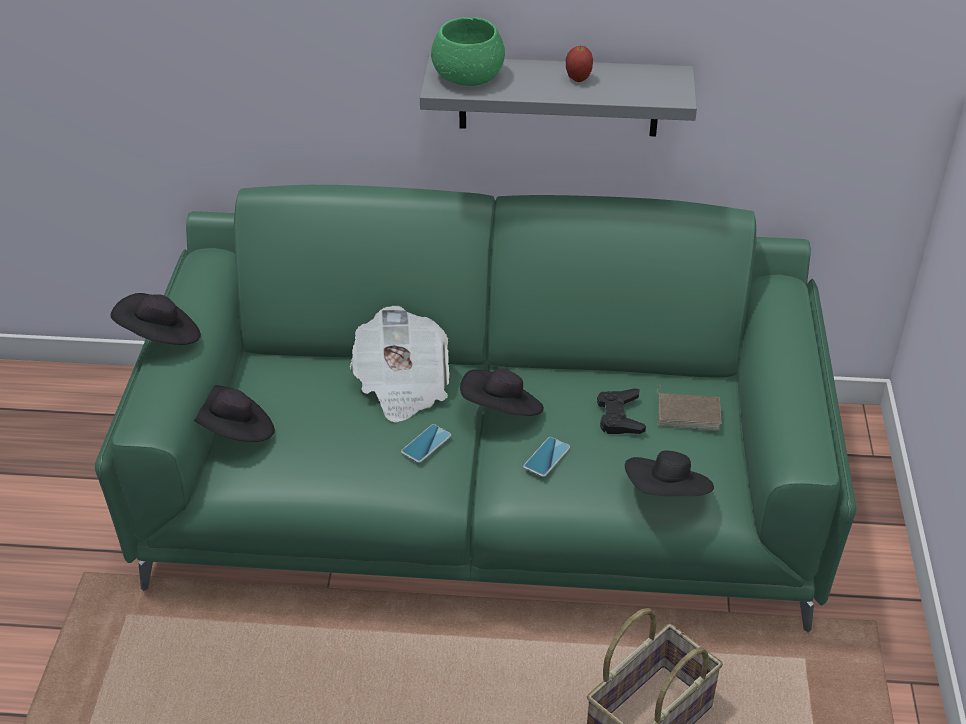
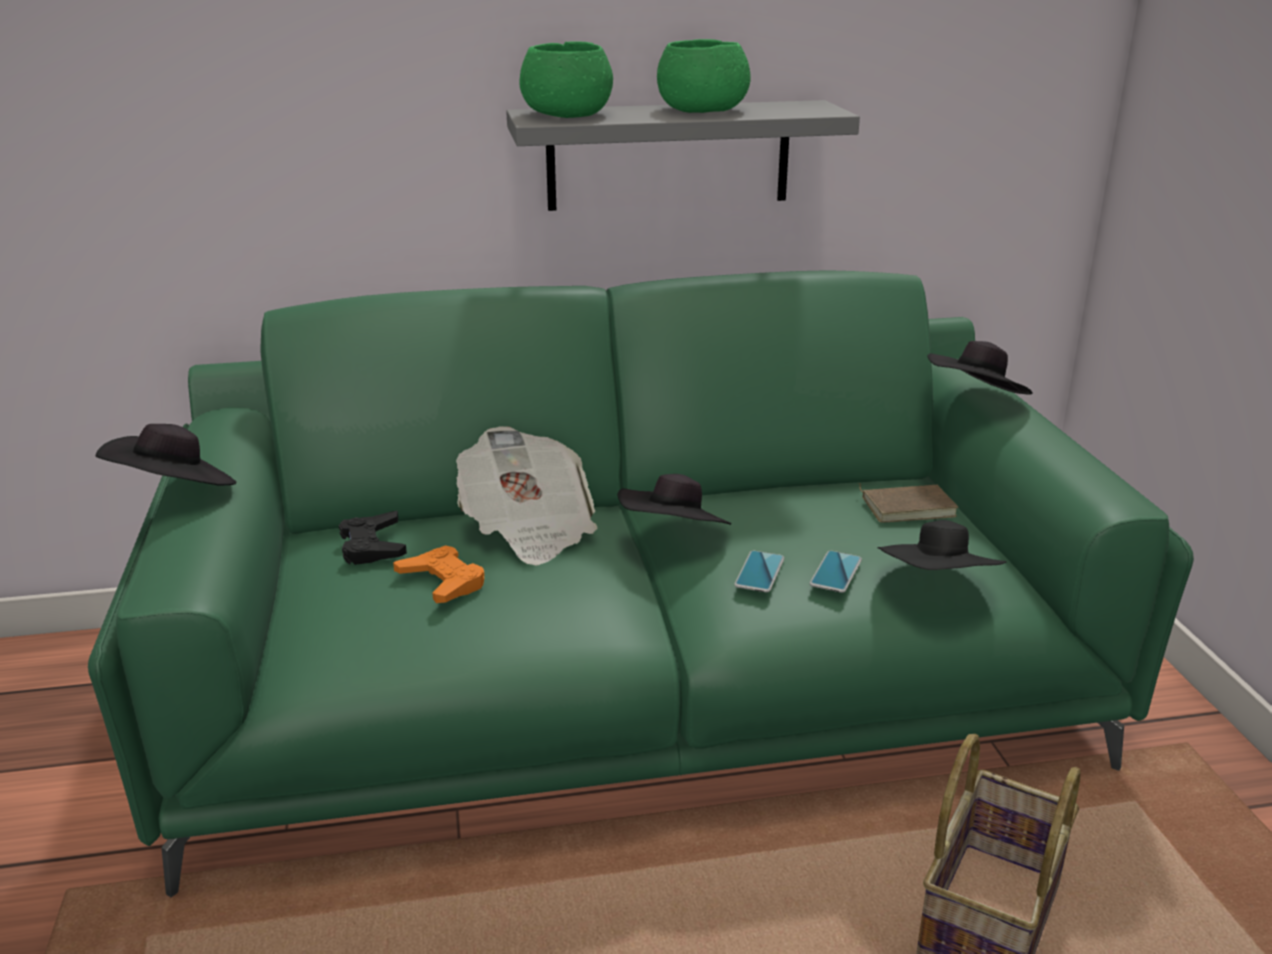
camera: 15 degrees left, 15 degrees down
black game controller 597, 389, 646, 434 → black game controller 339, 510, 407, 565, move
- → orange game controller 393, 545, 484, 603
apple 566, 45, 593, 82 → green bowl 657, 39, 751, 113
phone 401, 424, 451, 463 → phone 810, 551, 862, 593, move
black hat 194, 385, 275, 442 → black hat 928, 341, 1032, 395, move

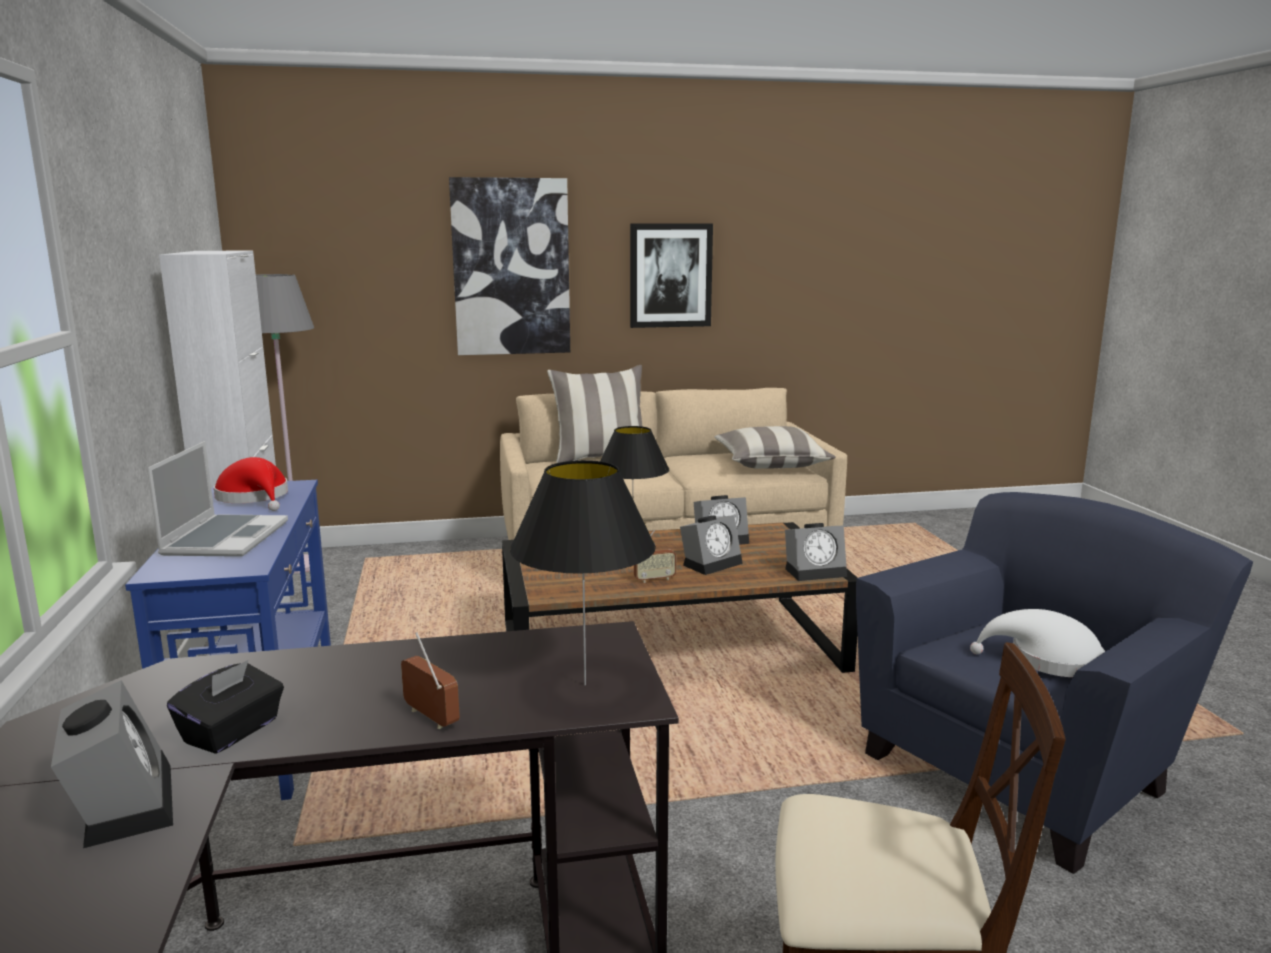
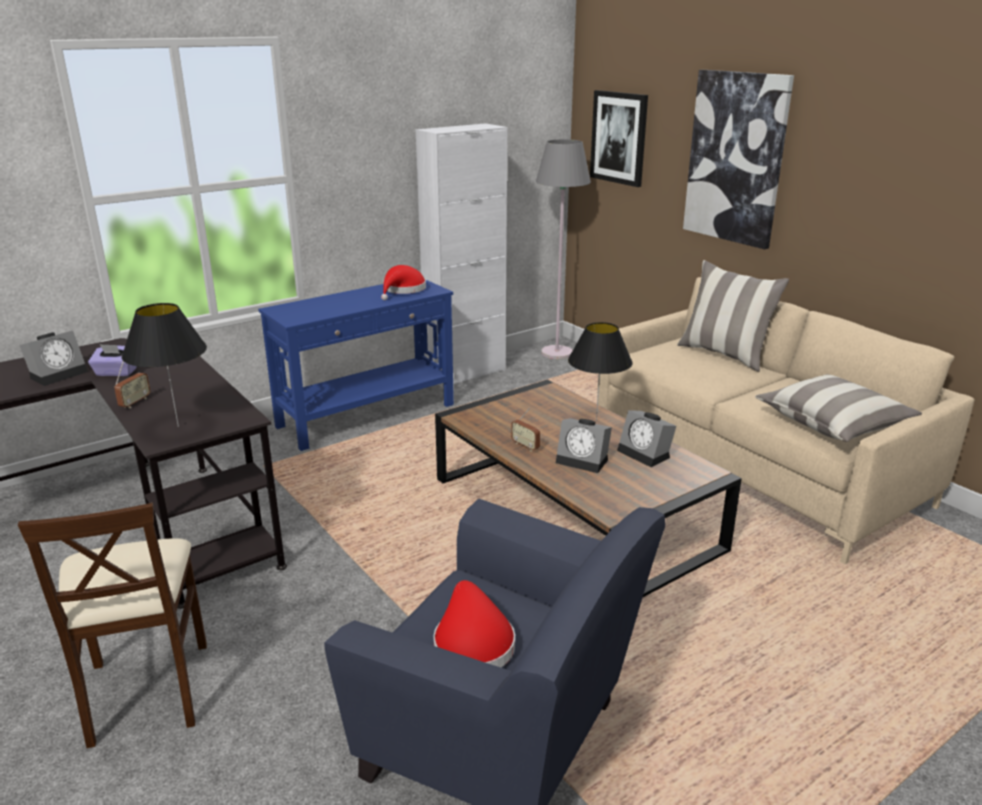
camera: 65 degrees right, 10 degrees up
black tissue box 167, 660, 284, 754 → purple tissue box 88, 344, 137, 376
white hat 970, 609, 1105, 677 → red hat 434, 580, 515, 667
picture 630, 224, 713, 328 → picture 590, 90, 648, 187, move
laptop 147, 441, 288, 557 → -
alarm clock 785, 523, 847, 581 → -

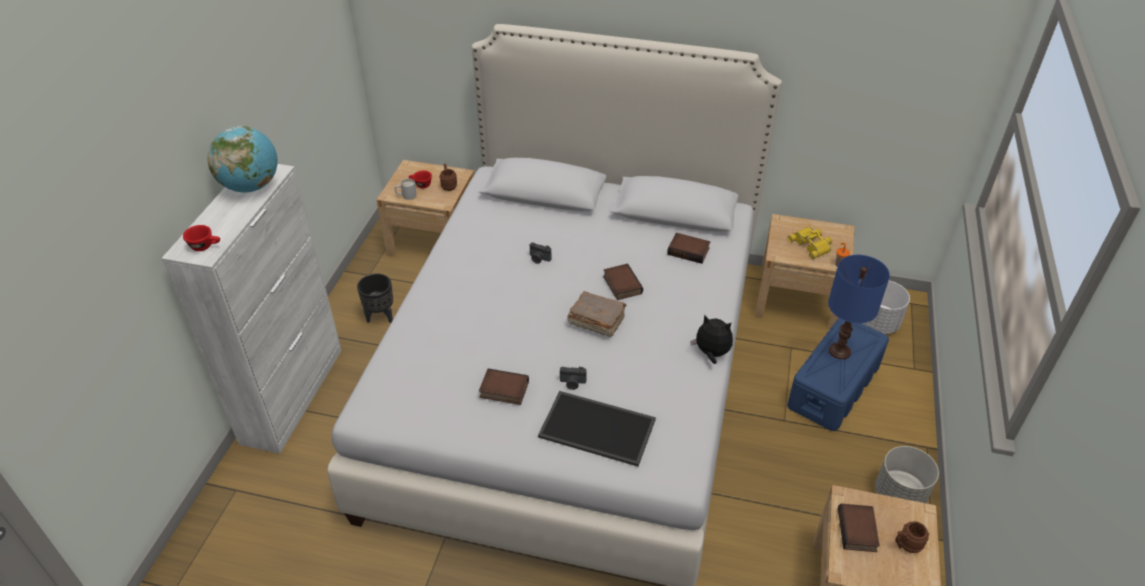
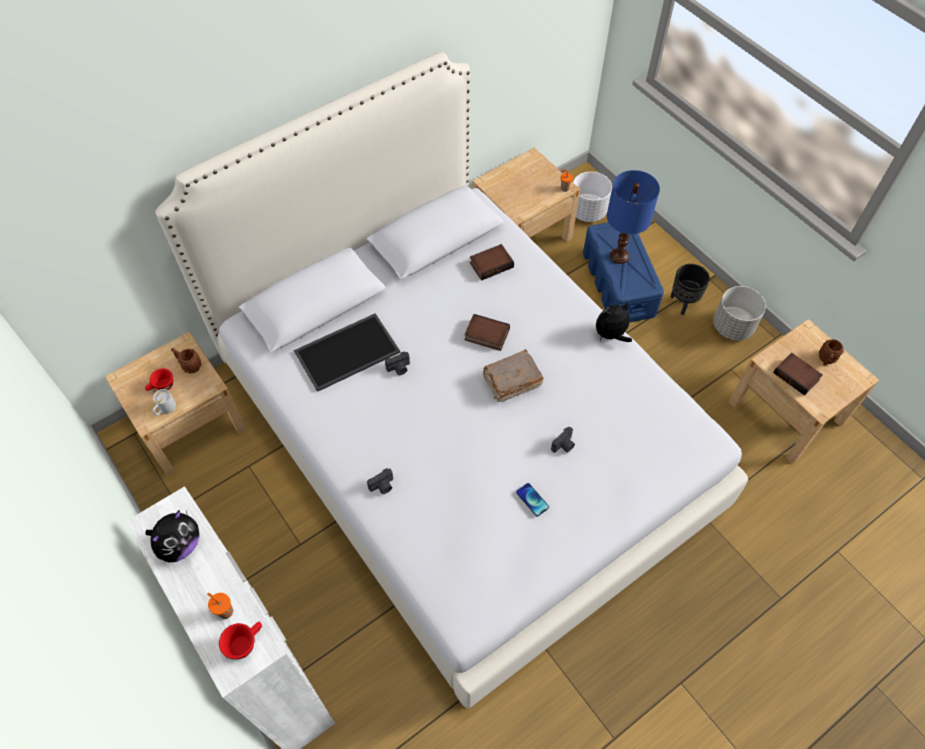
camera: 50 degrees left, 15 degrees up
globe 207, 126, 278, 192 → plush toy 145, 510, 200, 563
- → orange cup 207, 593, 233, 619
tray 538, 391, 656, 467 → tray 294, 313, 400, 392, move
- → photo camera 367, 468, 393, 494
book 479, 368, 529, 405 → phone 516, 483, 549, 517
black planter 357, 273, 393, 323 → black planter 671, 264, 710, 315, move
yellow binoculars 788, 227, 832, 259 → -

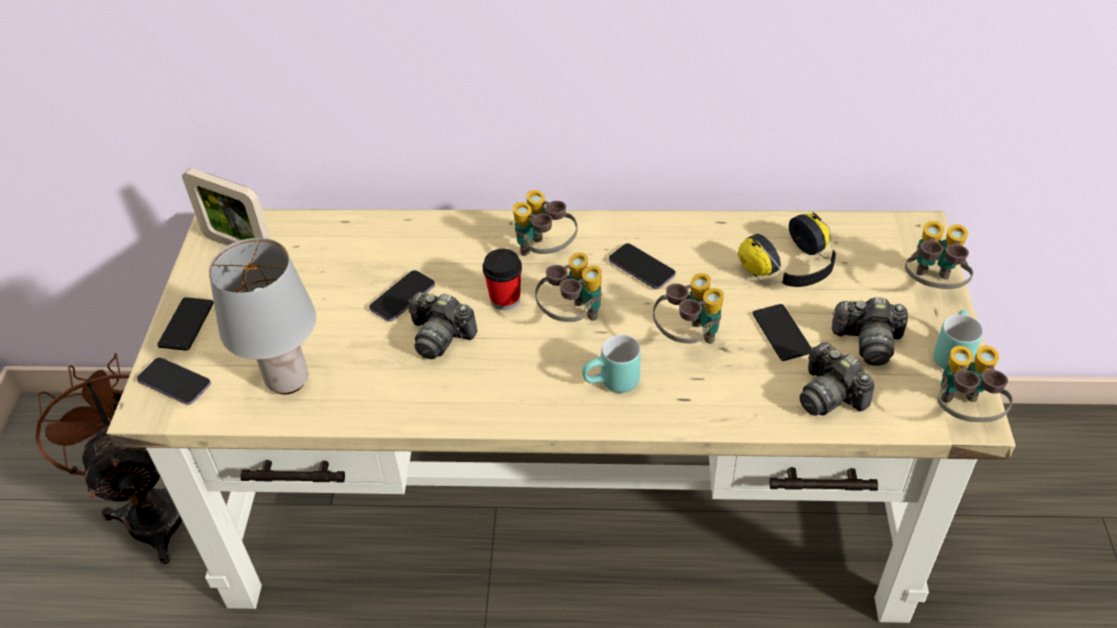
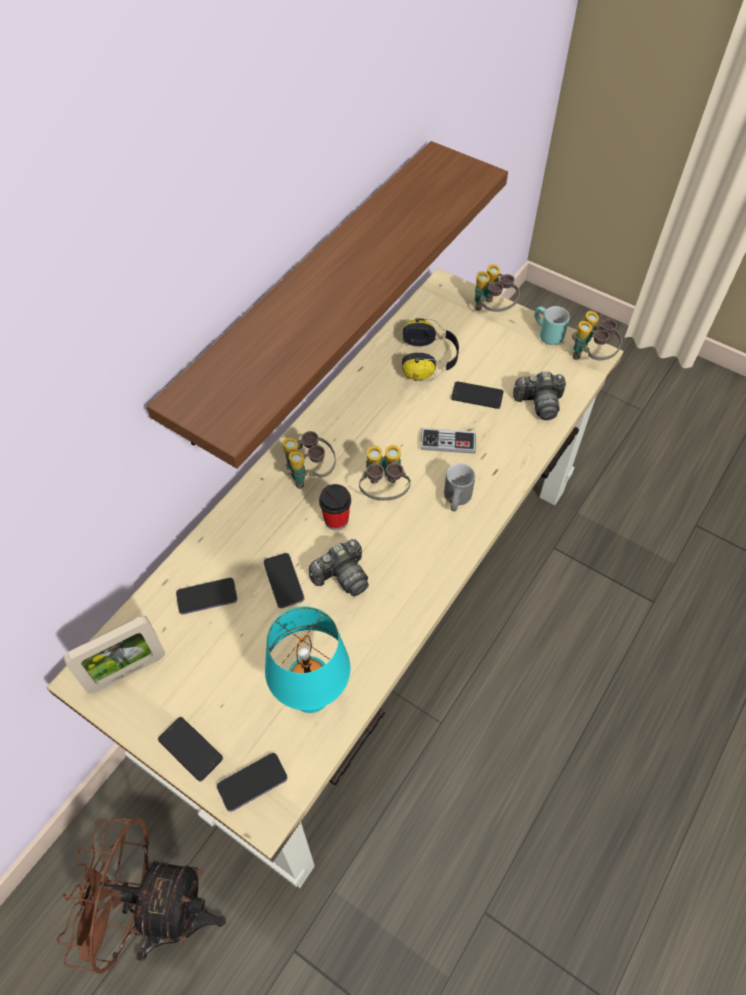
camera: 60 degrees left, 10 degrees up
- → shelf 146, 141, 508, 469
phone 609, 243, 676, 289 → phone 176, 578, 237, 615, move
grey table lamp 208, 238, 316, 394 → turquoise table lamp 265, 607, 350, 713
binoculars 653, 273, 724, 344 → game controller 420, 428, 476, 454
turquoise mug 582, 335, 641, 393 → grey mug 444, 463, 475, 511
photo camera 832, 297, 908, 366 → -

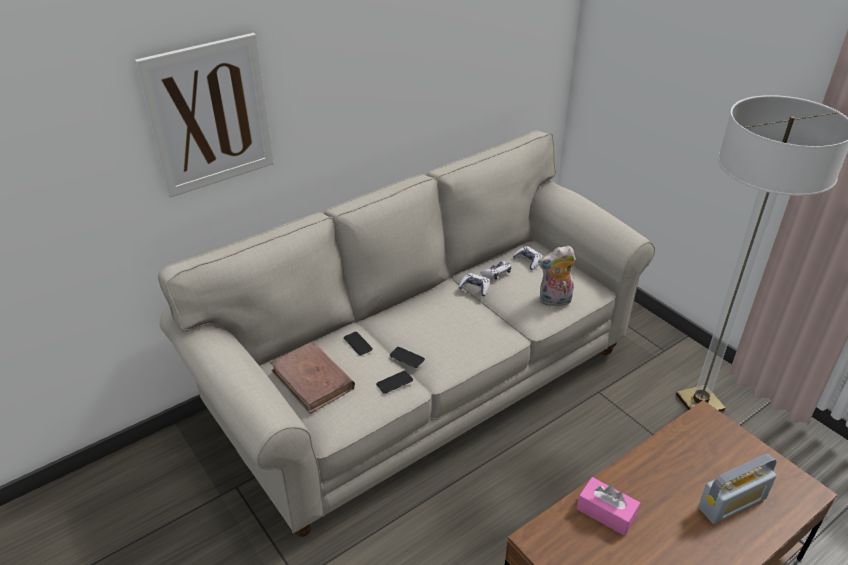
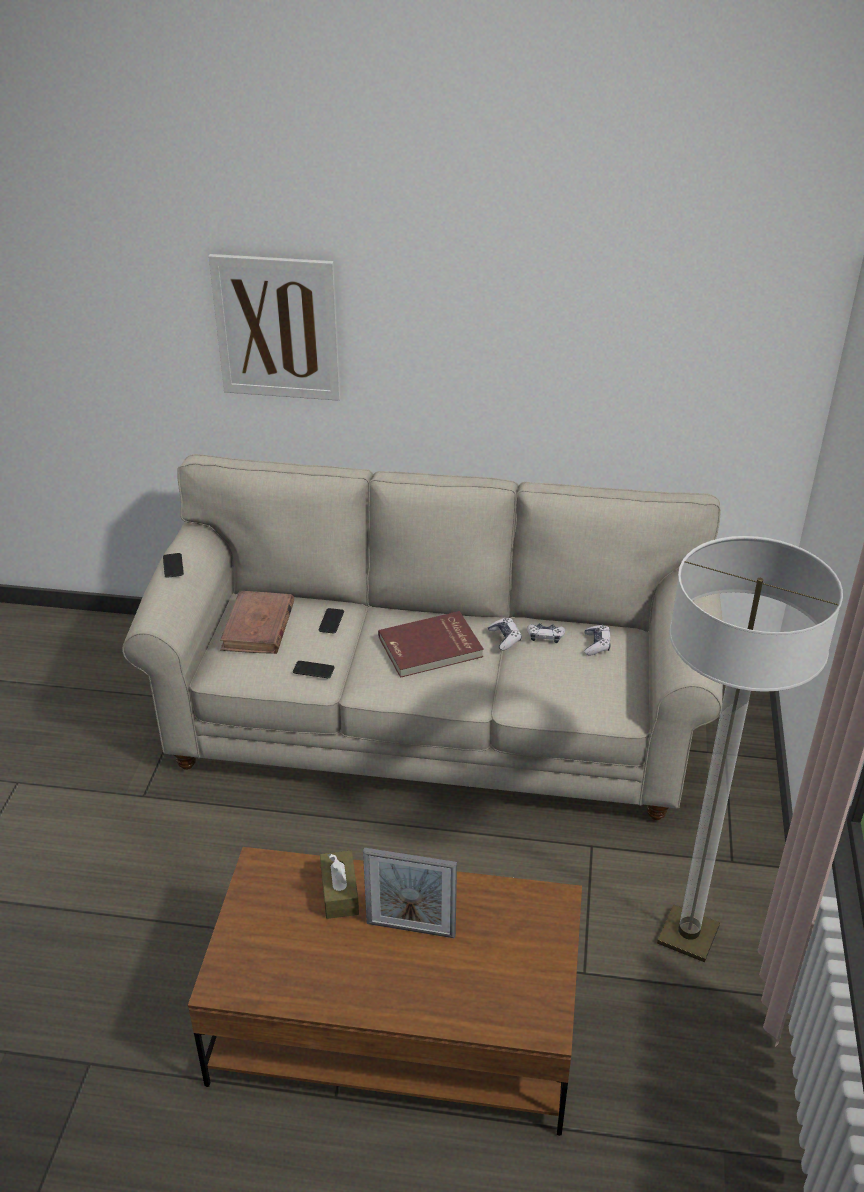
camera: 45 degrees right, 0 degrees up
phone 390, 347, 425, 368 → phone 163, 553, 184, 578, move
pink tissue box 577, 477, 640, 536 → brown tissue box 320, 851, 359, 919
- → picture frame 363, 848, 457, 938
- → red book 378, 611, 484, 678
plush toy 538, 246, 576, 306 → -
radio 698, 454, 777, 524 → -

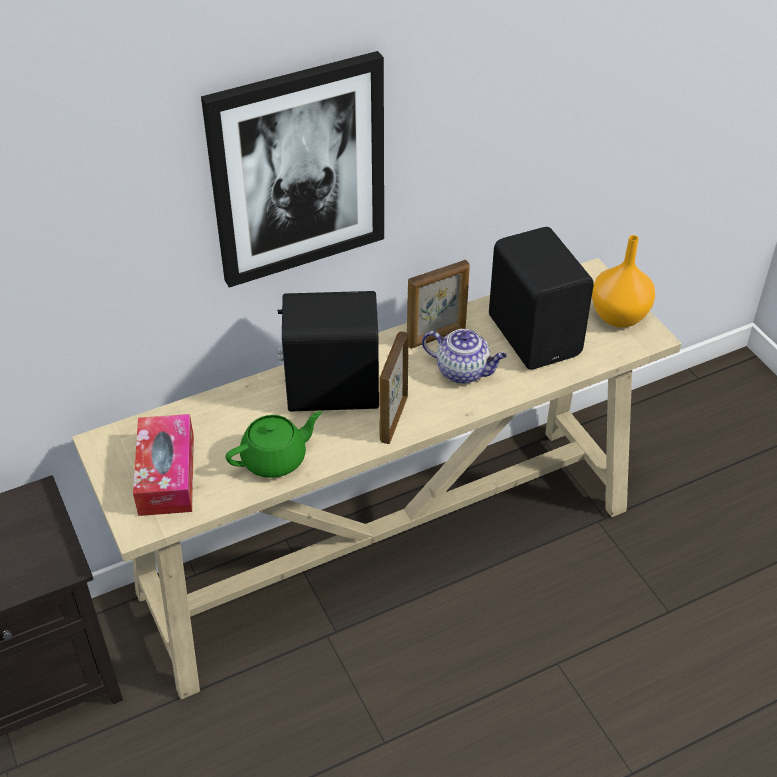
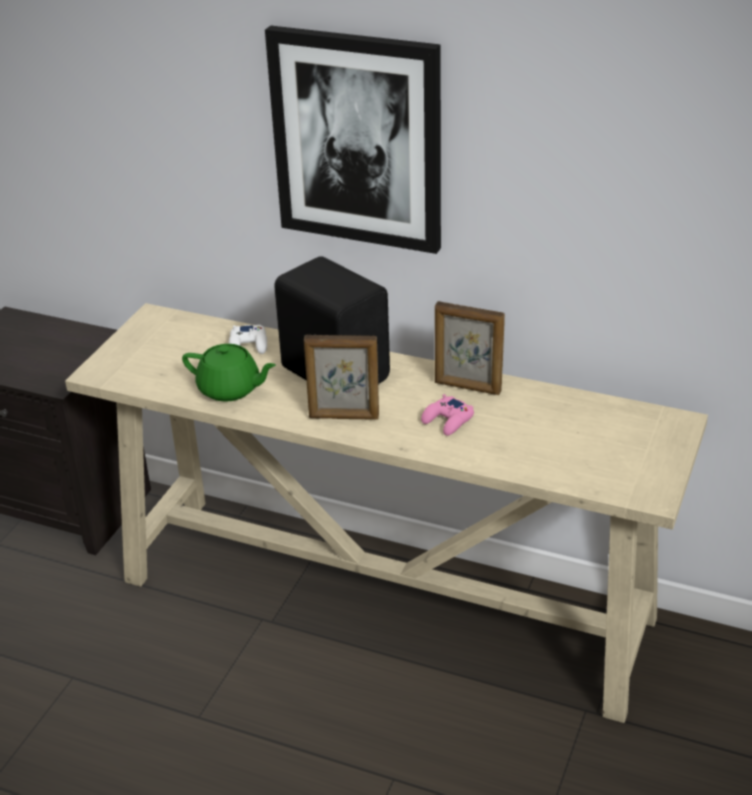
camera: 50 degrees right, 10 degrees down
- → white game controller 229, 325, 267, 354
picture frame 379, 331, 409, 444 → picture frame 304, 335, 379, 420, 150 degrees counterclockwise
teapot 422, 329, 507, 384 → pink game controller 421, 394, 474, 436
tissue box 133, 414, 194, 516 → -
black speaker 489, 227, 594, 369 → -
orange vase 592, 235, 655, 328 → -

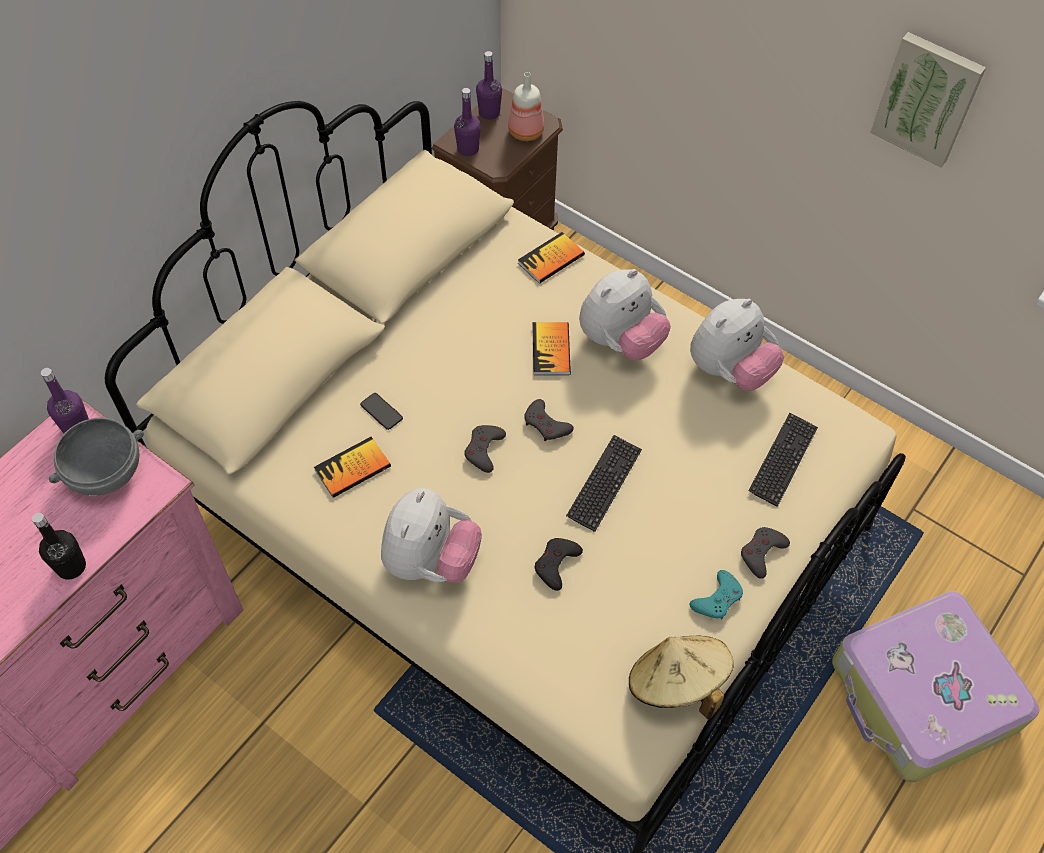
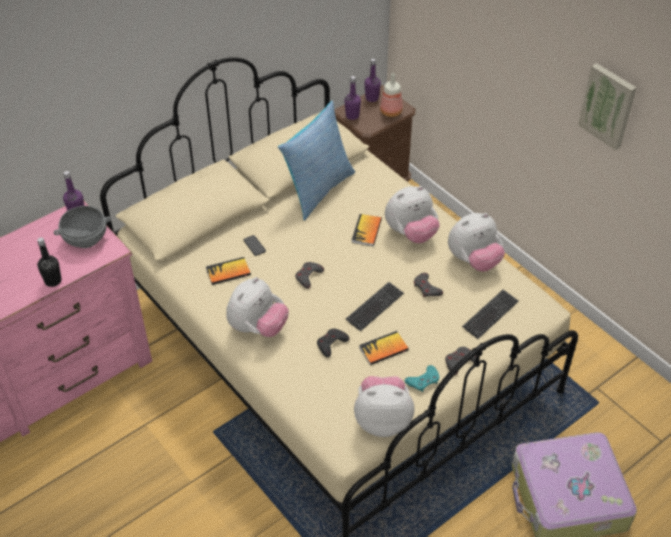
camera: 15 degrees right, 10 degrees down
- → pillow 278, 101, 355, 221
beige hat 629, 636, 734, 719 → plush toy 354, 376, 414, 437
book 518, 232, 585, 284 → book 359, 331, 409, 365, move
grey game controller 524, 399, 574, 441 → grey game controller 414, 273, 443, 297, move

